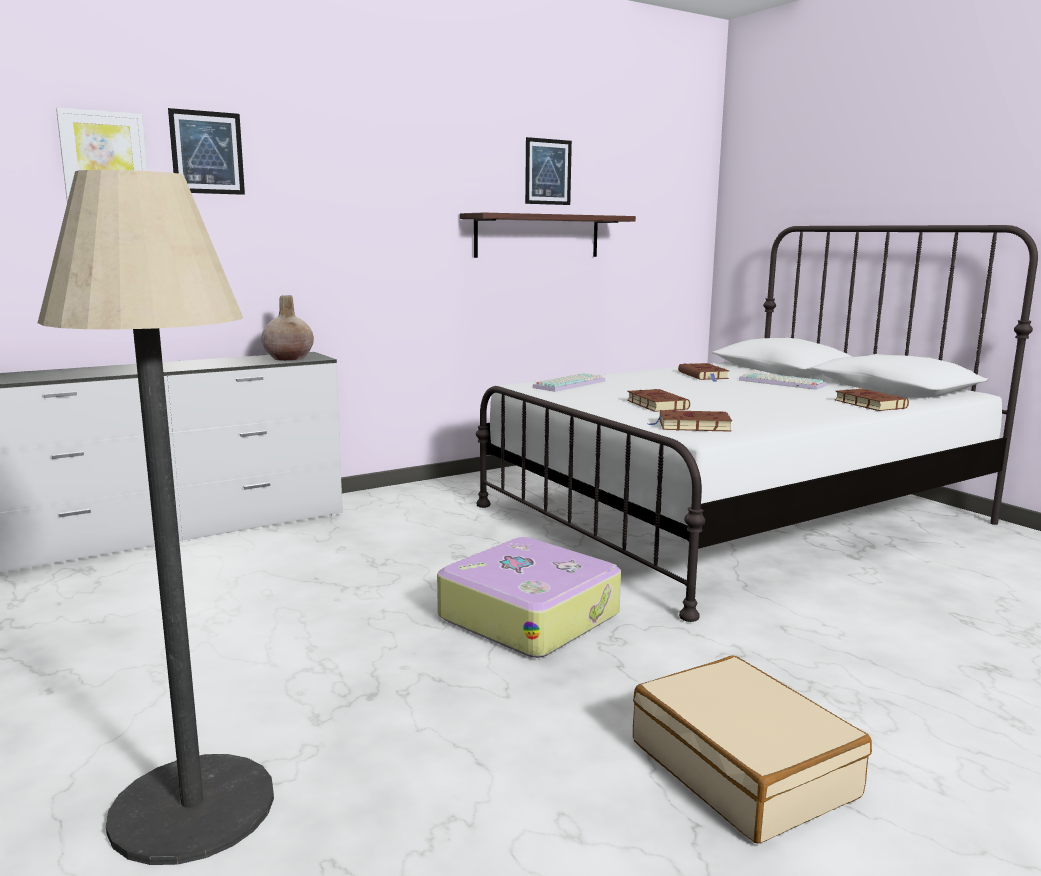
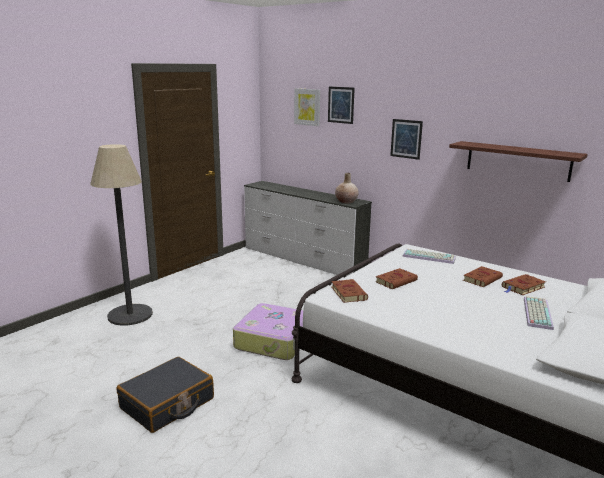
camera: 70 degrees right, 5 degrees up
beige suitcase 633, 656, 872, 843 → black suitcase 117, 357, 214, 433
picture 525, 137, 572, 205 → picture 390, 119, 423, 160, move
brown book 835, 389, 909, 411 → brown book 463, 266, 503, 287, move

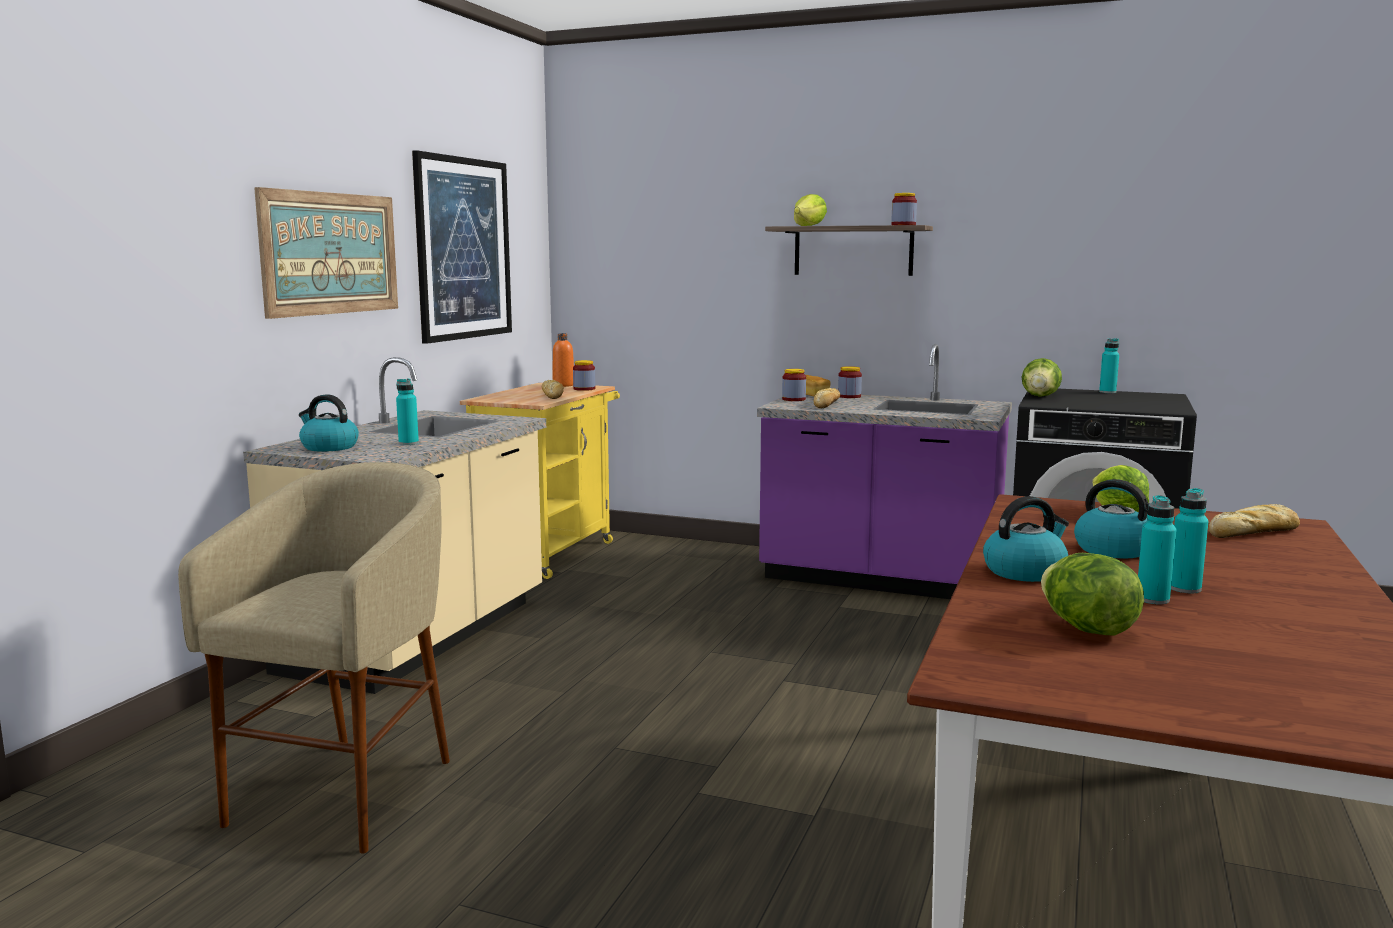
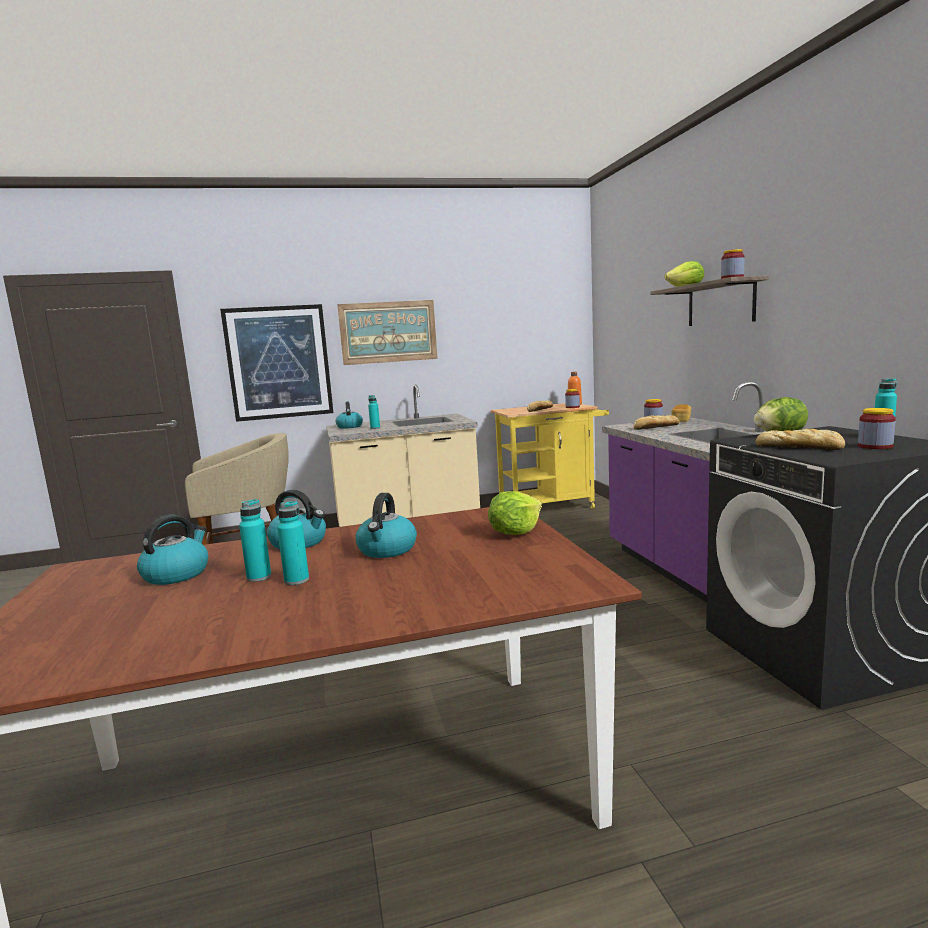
camera: 55 degrees right, 0 degrees up
lettuce 1041, 553, 1144, 636 → kettle 137, 515, 208, 585
picture 412, 150, 512, 344 → picture 220, 304, 334, 422, move
bread 1208, 504, 1300, 538 → bread 756, 429, 845, 450, move
jar 838, 366, 862, 398 → jar 858, 408, 896, 449, move

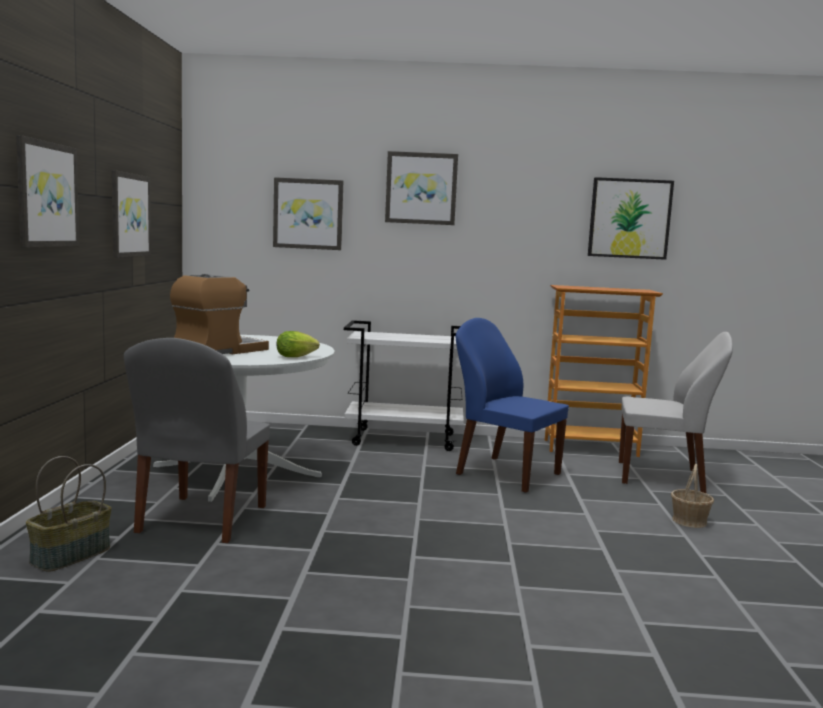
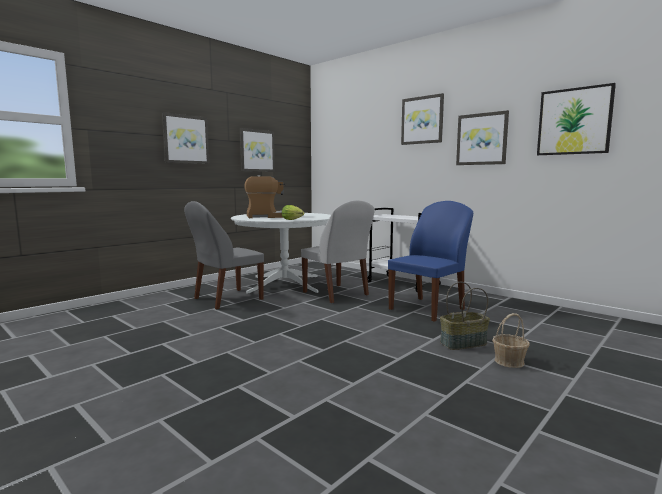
camera: 40 degrees right, 0 degrees up
white chair 619, 332, 733, 493 → white chair 301, 200, 375, 303, move
blue chair 455, 318, 569, 493 → blue chair 388, 201, 473, 322, 60 degrees clockwise
basket 26, 456, 111, 572 → basket 440, 282, 490, 350, move
picture 273, 177, 343, 250 → picture 456, 110, 509, 165, move
bookcase 545, 285, 663, 457 → -

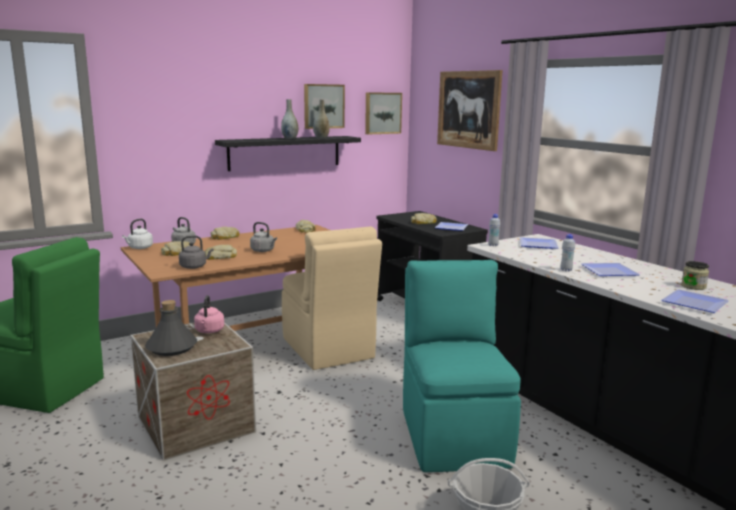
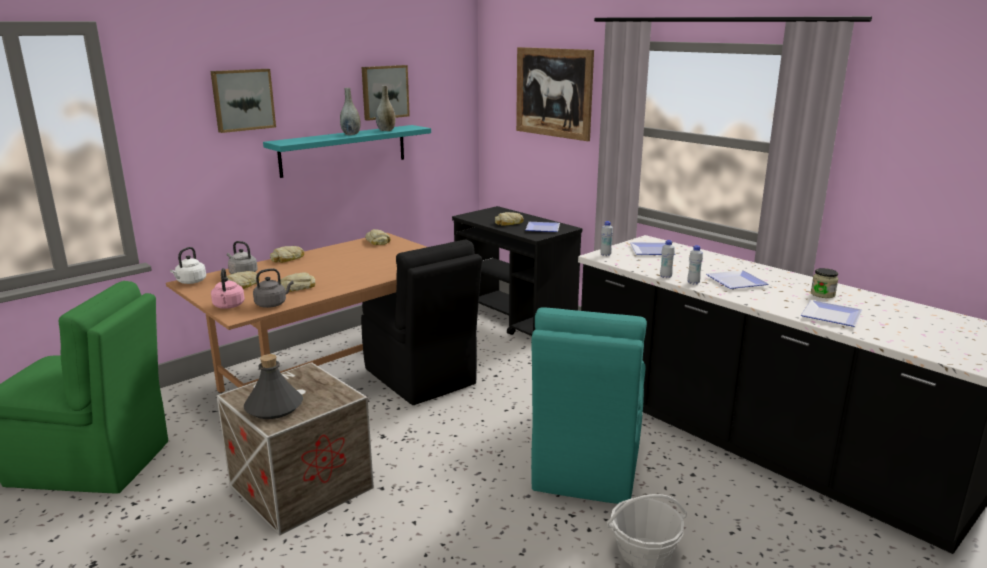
camera: 10 degrees left, 5 degrees up
picture 365, 92, 402, 134 → picture 210, 69, 276, 133, move
pink kettle 194, 295, 224, 333 → pink kettle 211, 268, 245, 309, move
black shelf 215, 136, 361, 171 → turquoise shelf 263, 125, 431, 178
beige chair 282, 226, 382, 370 → black chair 361, 240, 482, 405
turquoise chair 403, 260, 521, 472 → turquoise chair 531, 307, 647, 504, 150 degrees counterclockwise
- → white bottle 660, 240, 675, 278
grey kettle 250, 222, 277, 252 → -

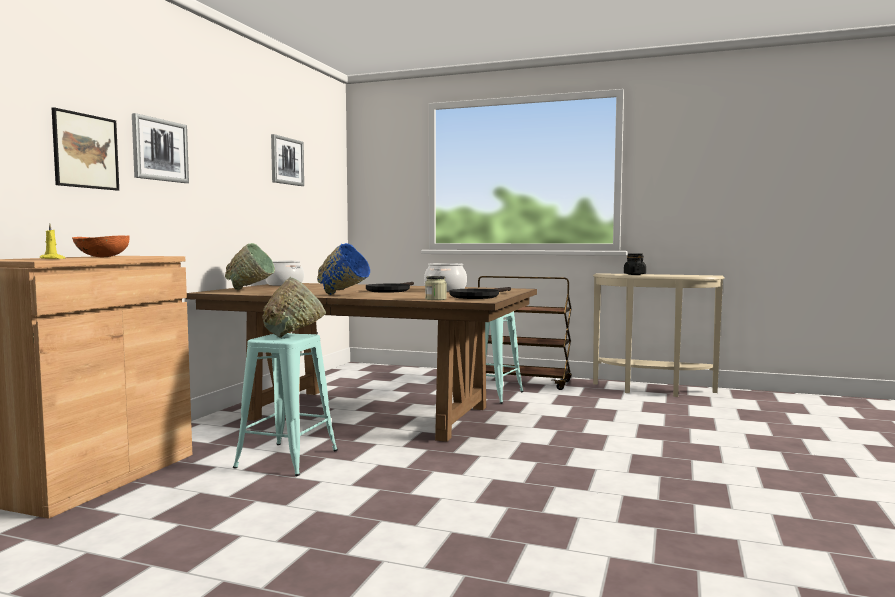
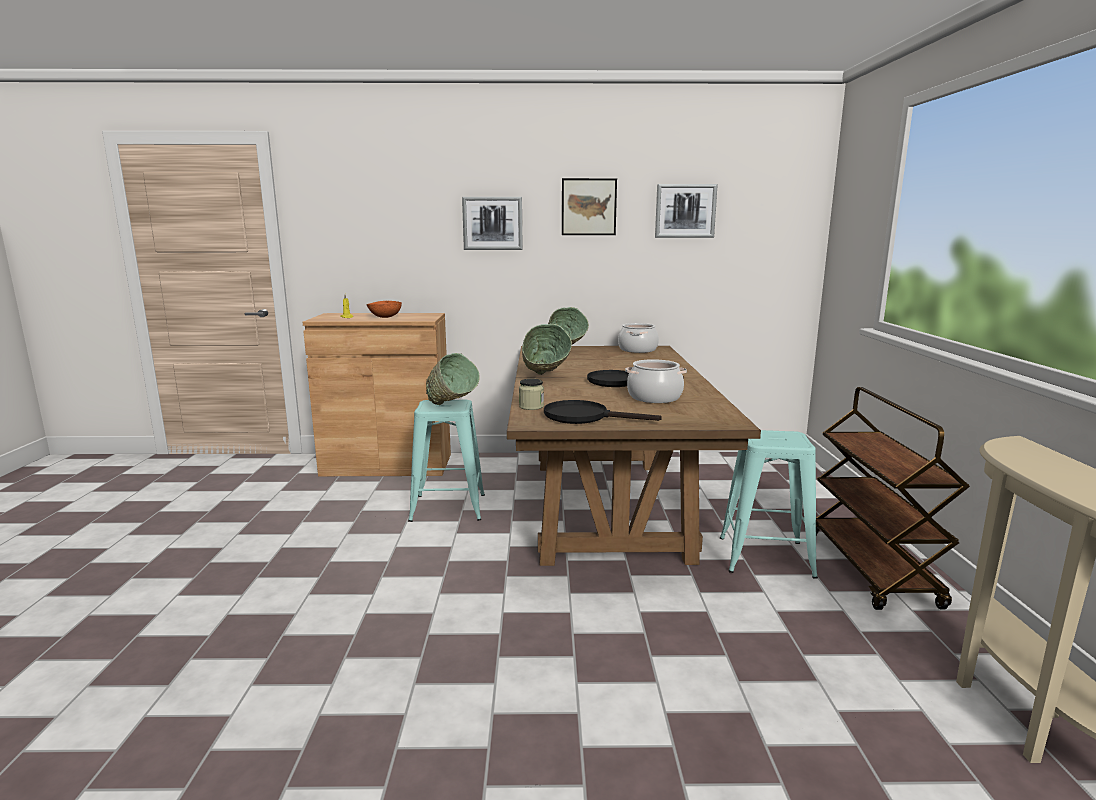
camera: 70 degrees right, 10 degrees up
blue bowl 317, 243, 370, 295 → green bowl 522, 324, 572, 375
picture 52, 107, 119, 190 → picture 562, 178, 617, 235, move
black jar 624, 253, 646, 275 → -

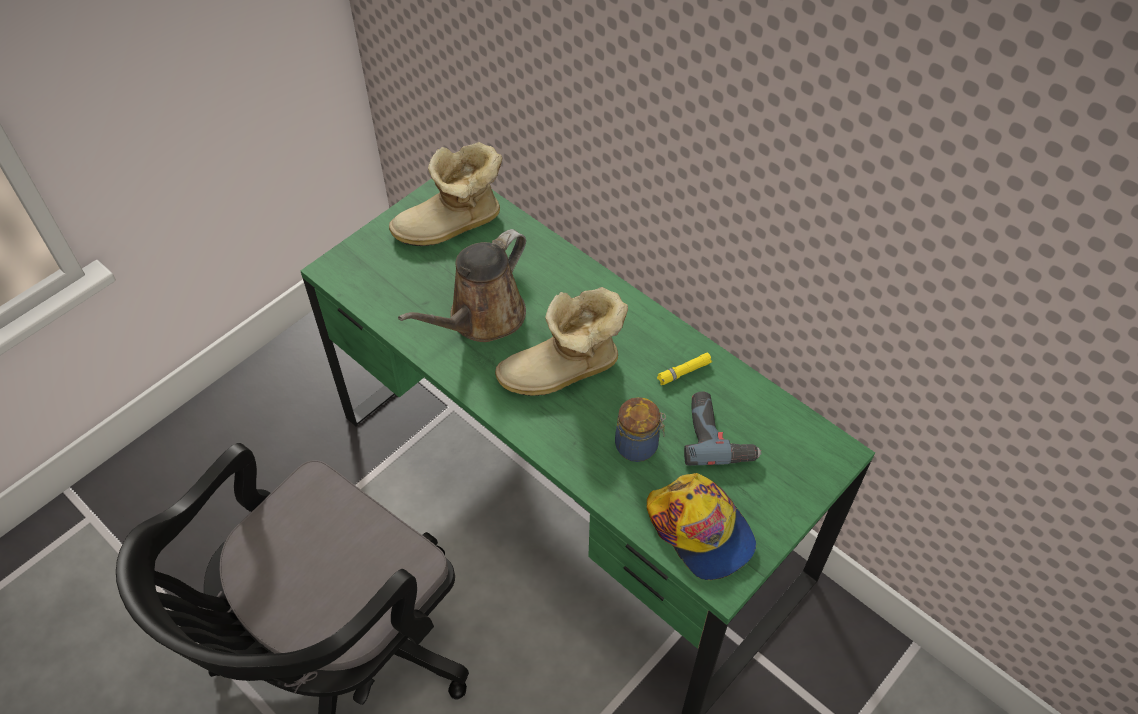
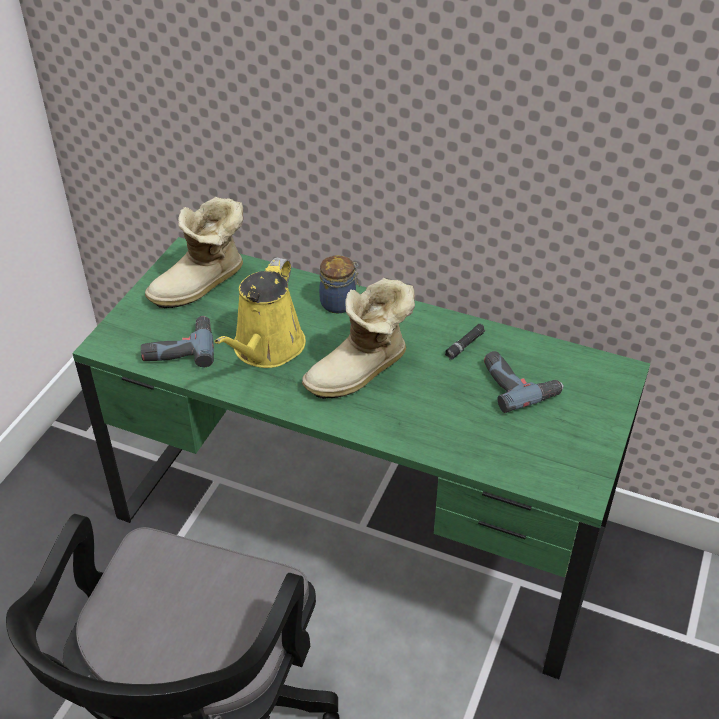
camera: 20 degrees left, 10 degrees down
- → power drill 141, 316, 214, 367
brown watering can 398, 229, 526, 342 → yellow watering can 214, 257, 306, 368
jar 615, 397, 666, 462 → jar 319, 255, 360, 314, move
yellow flashlight 657, 353, 712, 385 → black flashlight 445, 324, 486, 360
cap 647, 473, 756, 580 → -

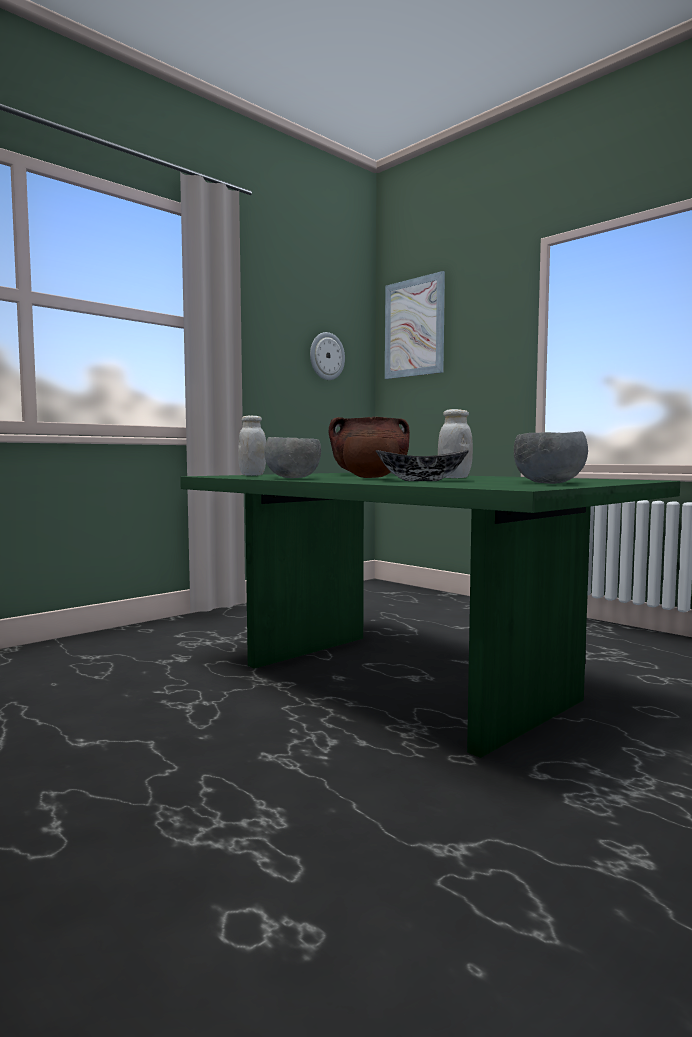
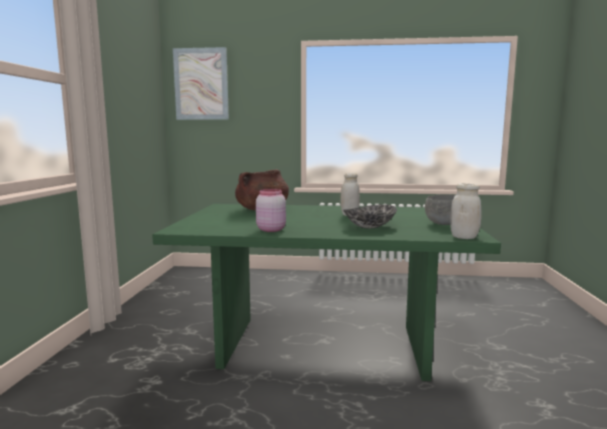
camera: 40 degrees left, 5 degrees up
grey bowl 264, 437, 321, 478 → pink jar 256, 189, 286, 232
white jar 238, 416, 266, 476 → white jar 450, 183, 481, 239, move
wall clock 310, 332, 345, 380 → -
brown bowl 343, 437, 399, 478 → -

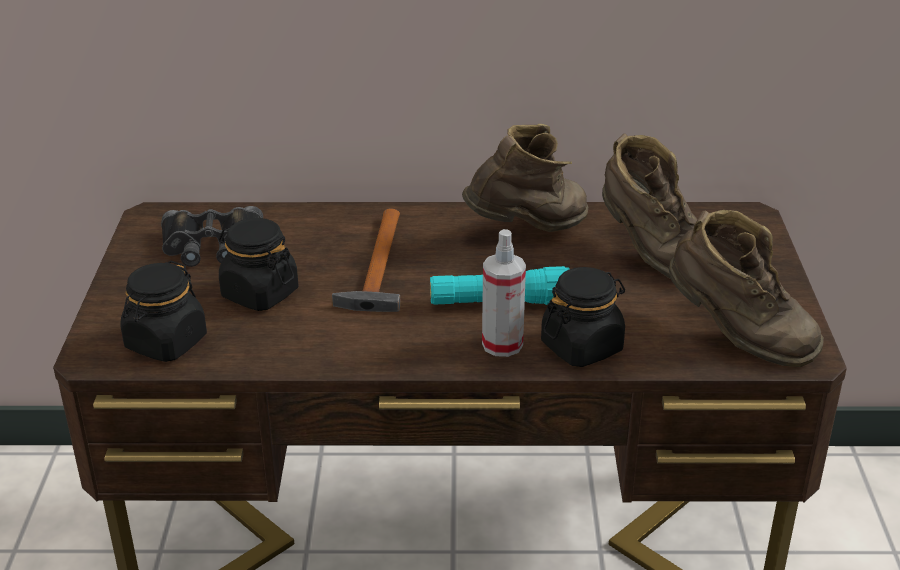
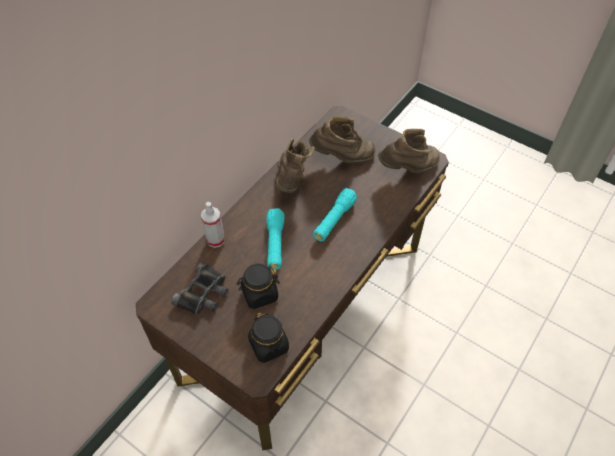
camera: 55 degrees left, 20 degrees up
spray bottle 482, 229, 526, 357 → spray bottle 201, 202, 225, 248, move
hammer 332, 209, 401, 312 → turquoise flashlight 267, 208, 284, 270
black jar 541, 267, 625, 367 → -

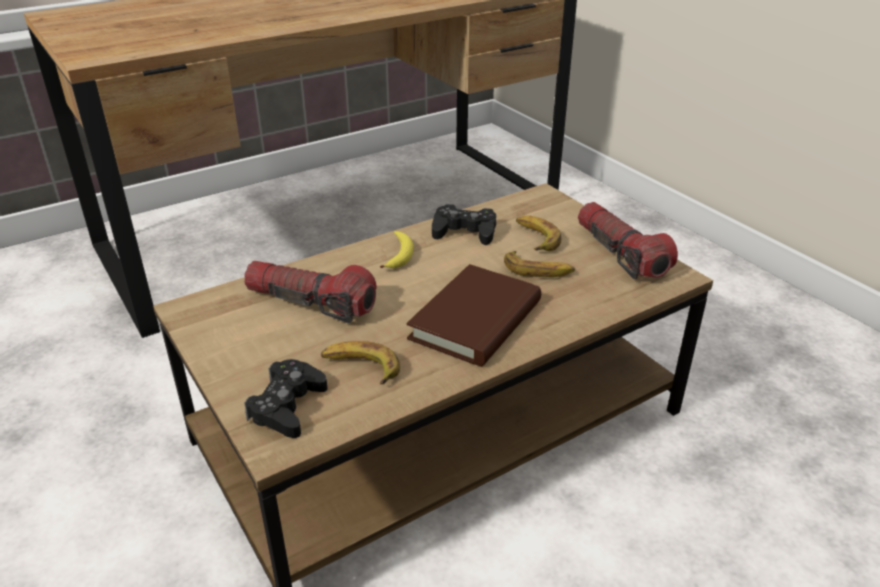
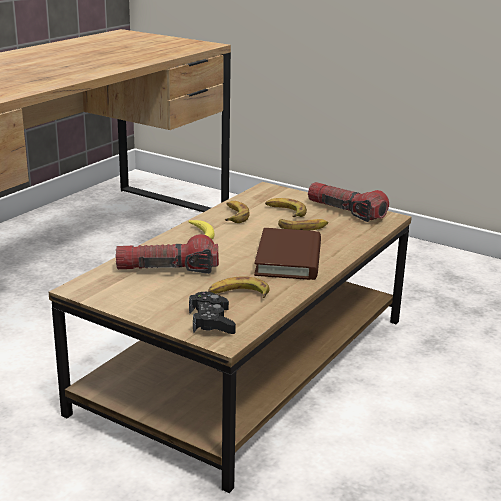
camera: 25 degrees left, 10 degrees down
black game controller 432, 204, 496, 245 → banana 225, 201, 250, 223

